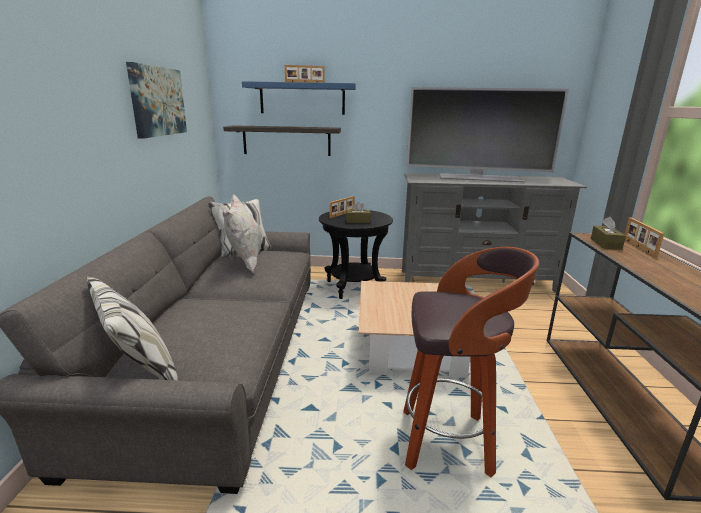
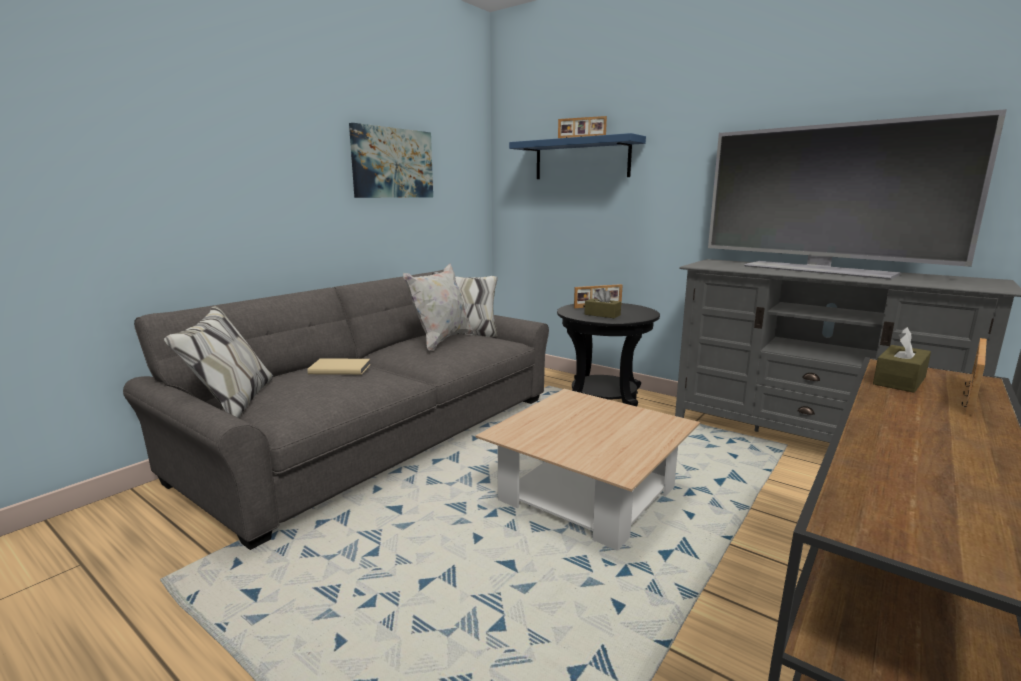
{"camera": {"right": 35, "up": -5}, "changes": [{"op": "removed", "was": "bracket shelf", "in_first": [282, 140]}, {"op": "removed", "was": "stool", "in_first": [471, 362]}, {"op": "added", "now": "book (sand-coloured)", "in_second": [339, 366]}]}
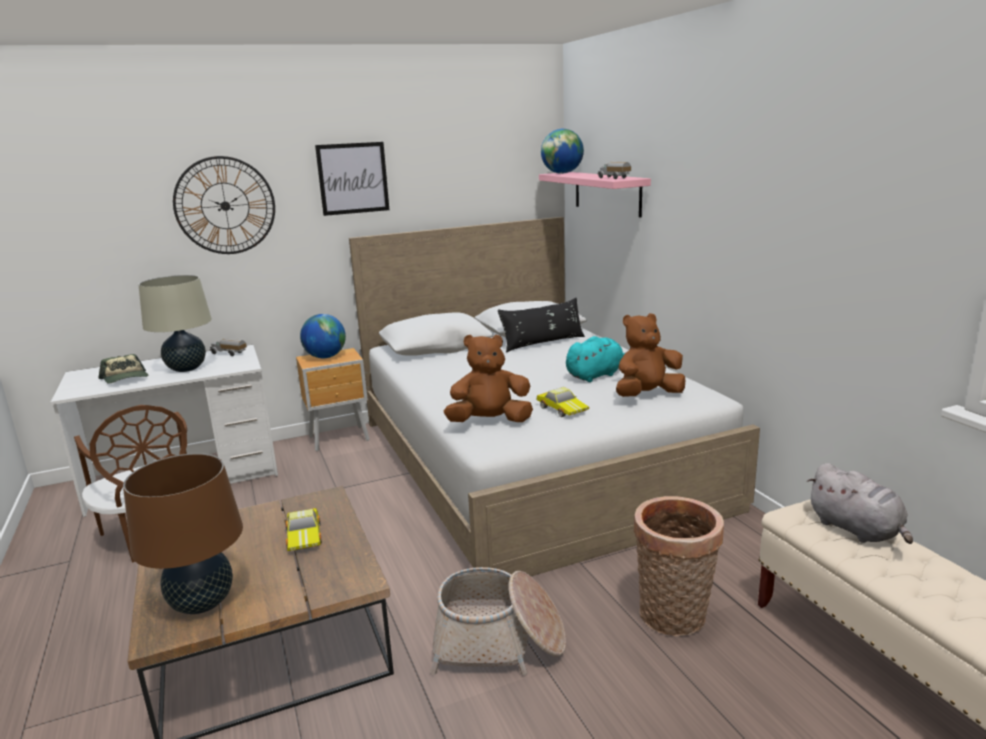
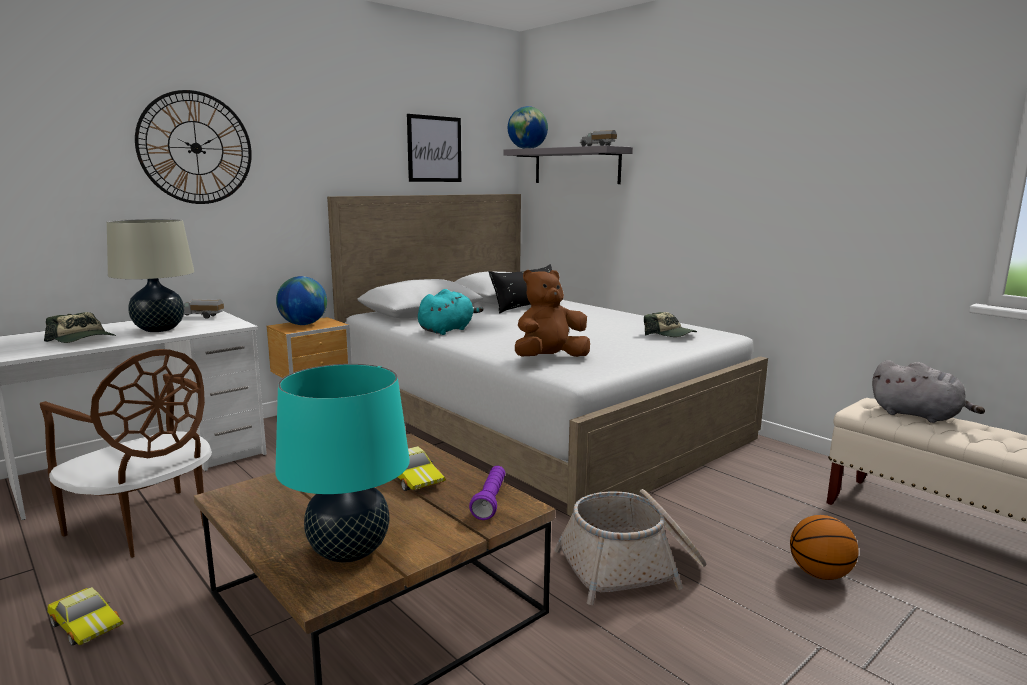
{"camera": {"right": -20, "up": -5}, "changes": [{"op": "moved", "was": "wall picture", "in_first": [352, 179], "in_second": [434, 148]}, {"op": "recoloured", "was": "bracket shelf (pink-coloured)", "now": "bracket shelf (grey)", "in_first": [595, 195], "in_second": [568, 165]}, {"op": "replaced", "was": "cuddly toy (brown)", "now": "baseball cap", "in_first": [650, 355], "in_second": [670, 324]}, {"op": "moved", "was": "cuddly toy (turquoise)", "in_first": [595, 359], "in_second": [450, 312]}, {"op": "moved", "was": "model car", "in_first": [562, 402], "in_second": [85, 616]}, {"op": "recoloured", "was": "table lamp (brown)", "now": "table lamp (turquoise)", "in_first": [183, 533], "in_second": [342, 463]}, {"op": "removed", "was": "basket", "in_first": [679, 566]}, {"op": "added", "now": "hand torch (purple)", "in_second": [487, 493]}, {"op": "added", "now": "basketball", "in_second": [824, 547]}]}
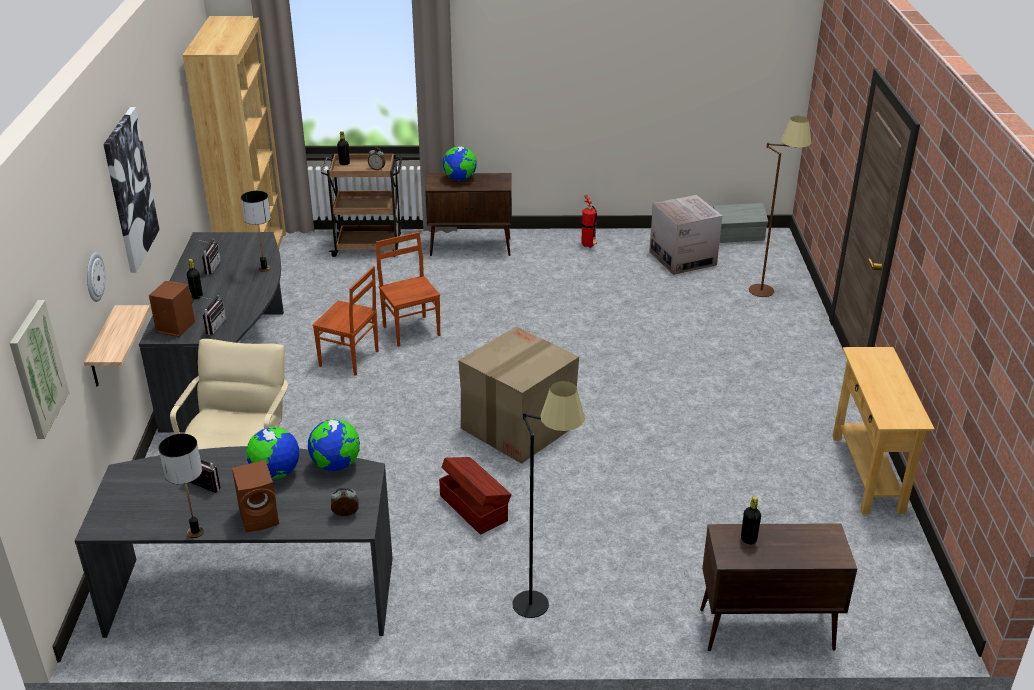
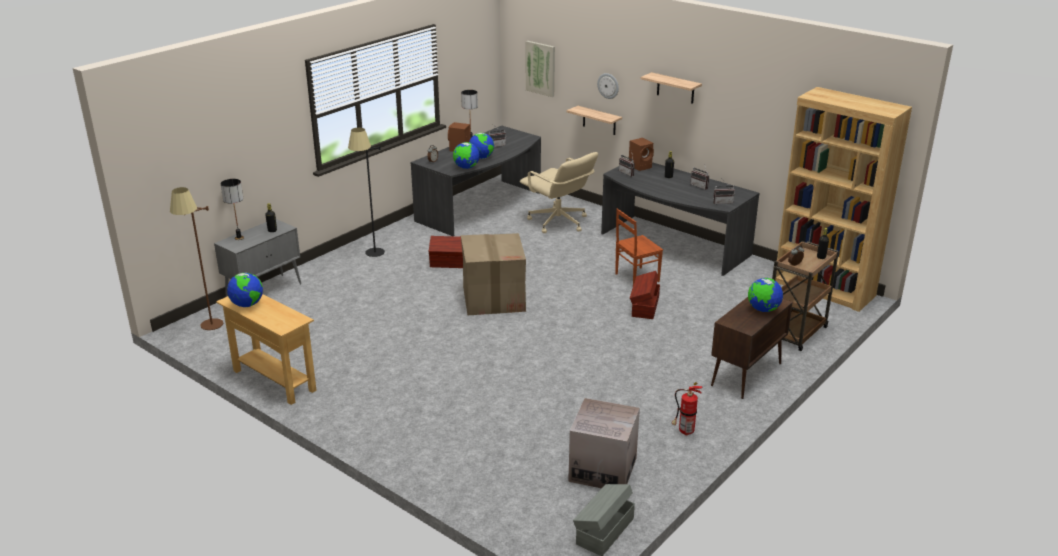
{"camera": {"right": 130, "up": -5}, "changes": [{"op": "replaced", "was": "wall picture", "now": "bracket shelf", "in_first": [131, 190], "in_second": [671, 88]}, {"op": "moved", "was": "floor lamp (brown)", "in_first": [780, 206], "in_second": [196, 258]}, {"op": "moved", "was": "table lamp", "in_first": [256, 231], "in_second": [232, 209]}, {"op": "replaced", "was": "chair (brown)", "now": "storage container (brown)", "in_first": [408, 289], "in_second": [645, 295]}, {"op": "recoloured", "was": "storage cabinet (brown)", "now": "storage cabinet (grey)", "in_first": [778, 587], "in_second": [257, 258]}, {"op": "added", "now": "radio set", "in_second": [724, 191]}, {"op": "added", "now": "desk globe", "in_second": [245, 290]}]}
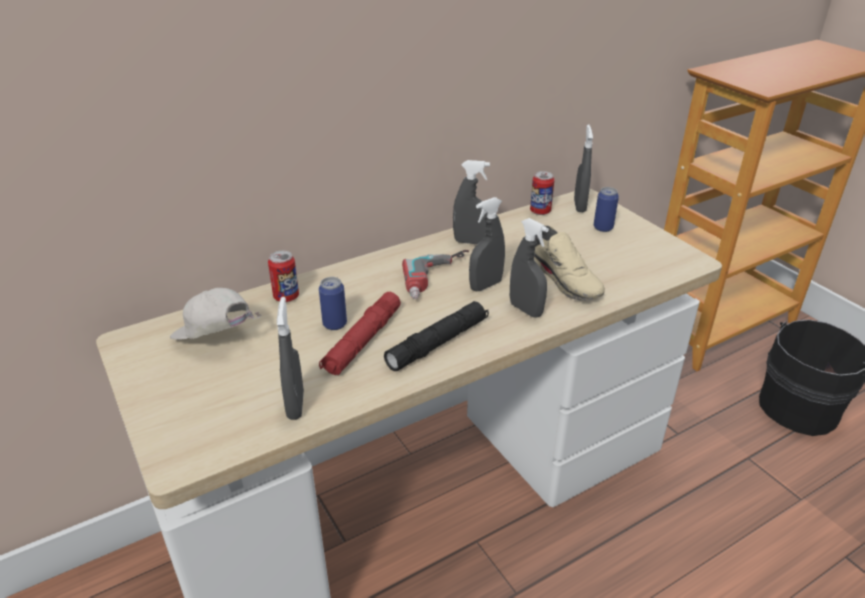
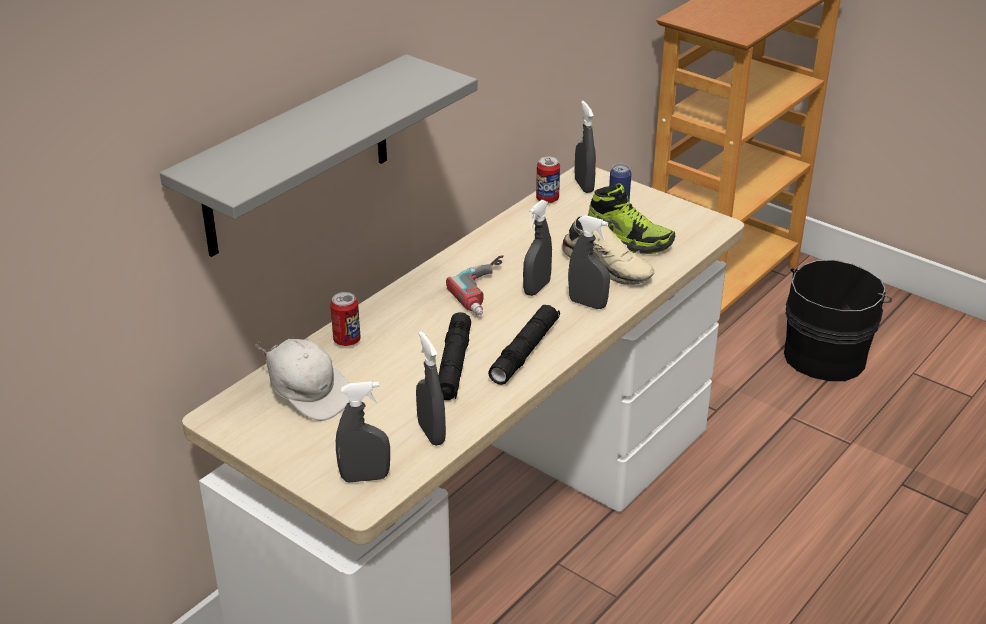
{"camera": {"right": -20, "up": 0}, "changes": [{"op": "moved", "was": "spray bottle (grey)", "in_first": [471, 202], "in_second": [363, 431]}, {"op": "removed", "was": "sealed can", "in_first": [333, 303]}, {"op": "turned", "was": "baseball cap (white-coloured)", "in_first": [215, 314], "in_second": [302, 380], "clockwise": -150}, {"op": "recoloured", "was": "hand torch (red)", "now": "hand torch (black-coloured)", "in_first": [360, 333], "in_second": [454, 356]}, {"op": "added", "now": "bracket shelf (grey)", "in_second": [318, 155]}, {"op": "added", "now": "shoe", "in_second": [631, 218]}]}
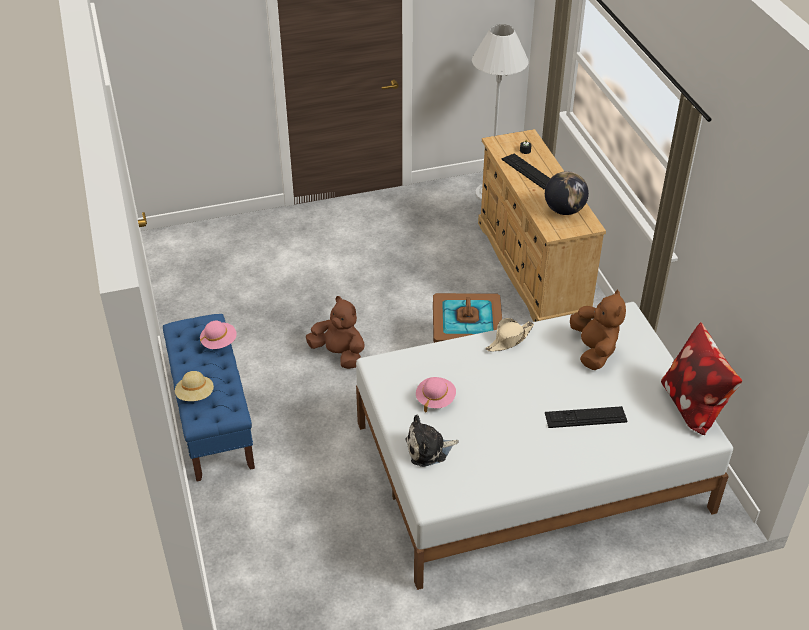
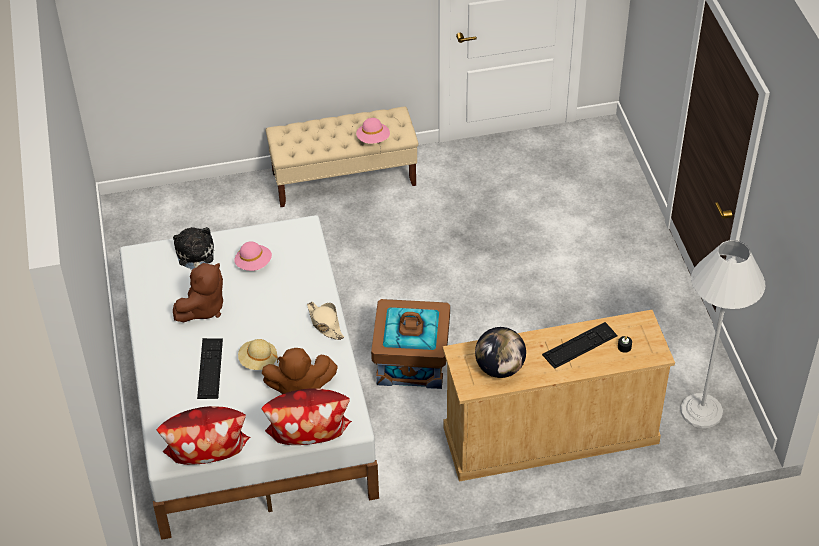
{"camera": {"right": 95, "up": 5}, "changes": [{"op": "moved", "was": "cuddly toy (brown)", "in_first": [335, 332], "in_second": [198, 292]}, {"op": "recoloured", "was": "long seat (blue-coloured)", "now": "long seat (sand-coloured)", "in_first": [209, 398], "in_second": [342, 156]}, {"op": "moved", "was": "wearable hat (sand-coloured)", "in_first": [194, 386], "in_second": [258, 354]}, {"op": "added", "now": "cushion", "in_second": [306, 416]}]}
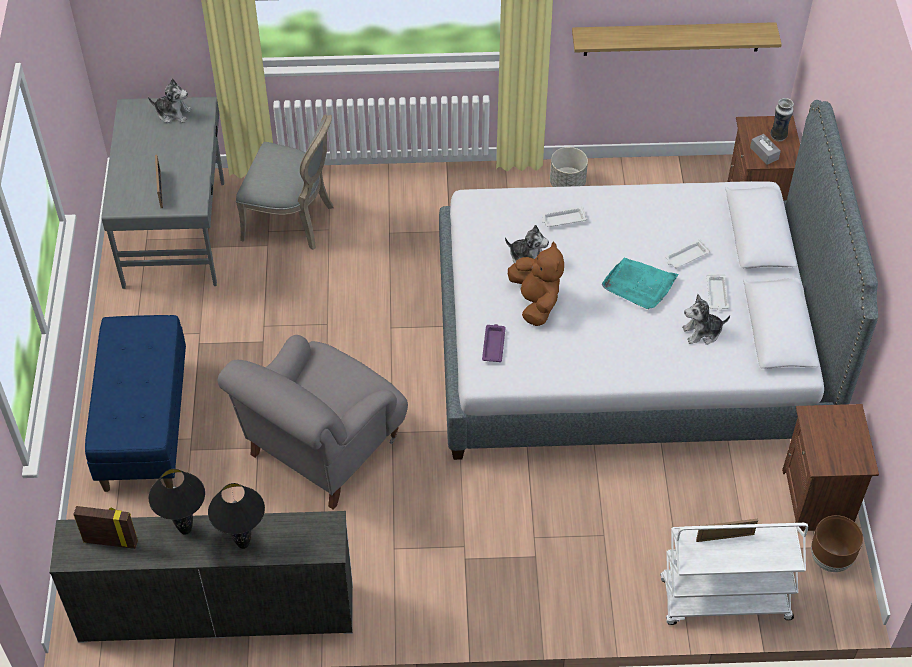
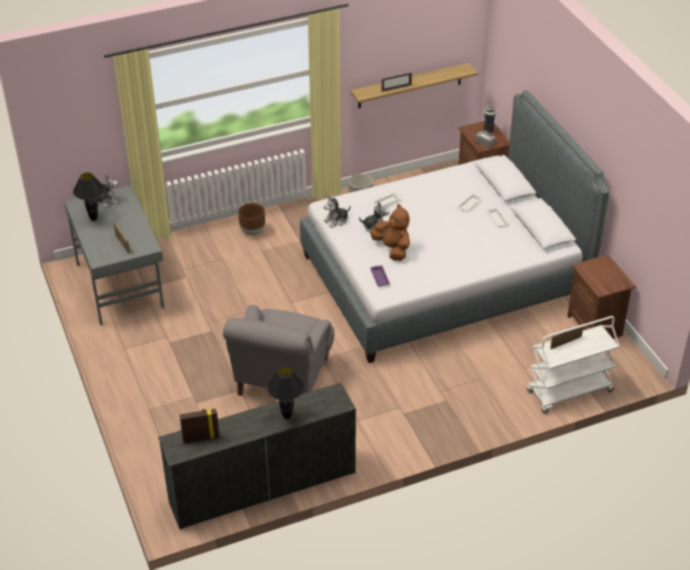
{"camera": {"right": -20, "up": -10}, "changes": [{"op": "removed", "was": "chair (grey)", "in_first": [285, 182]}, {"op": "removed", "was": "carrying tray (turquoise)", "in_first": [640, 283]}, {"op": "moved", "was": "cuddly toy", "in_first": [706, 319], "in_second": [337, 211]}, {"op": "removed", "was": "long seat (blue-coloured)", "in_first": [135, 403]}, {"op": "moved", "was": "table lamp (black-coloured)", "in_first": [177, 502], "in_second": [89, 196]}, {"op": "moved", "was": "flower pot (brown)", "in_first": [837, 543], "in_second": [251, 219]}, {"op": "added", "now": "picture frame", "in_second": [396, 82]}]}
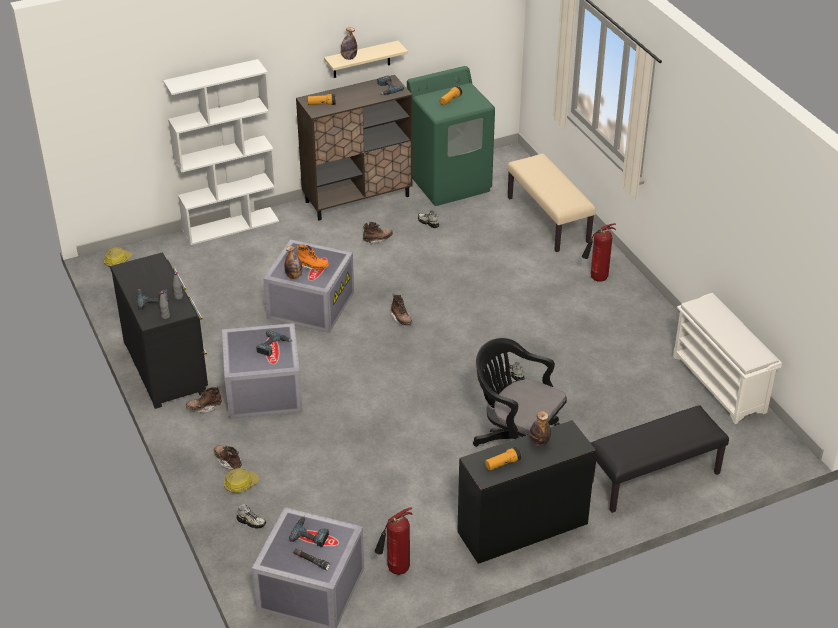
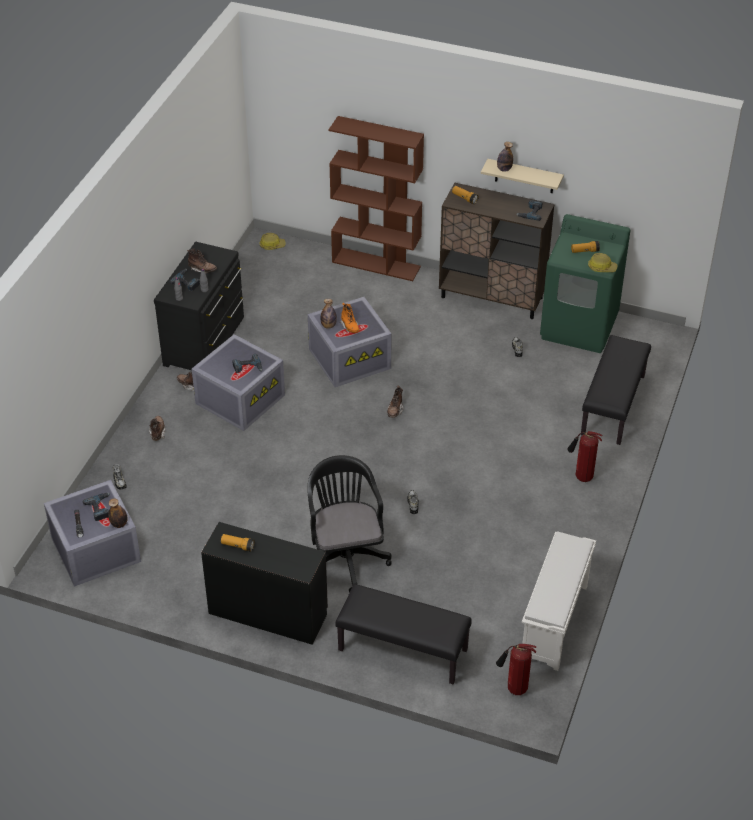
{"camera": {"right": 45, "up": 5}, "changes": [{"op": "recoloured", "was": "shelving unit (white-coloured)", "now": "shelving unit (brown)", "in_first": [221, 152], "in_second": [376, 198]}, {"op": "recoloured", "was": "long seat (sand-coloured)", "now": "long seat (black-coloured)", "in_first": [551, 202], "in_second": [616, 390]}, {"op": "moved", "was": "high-top boot (brown)", "in_first": [378, 233], "in_second": [202, 261]}, {"op": "moved", "was": "bottle", "in_first": [540, 428], "in_second": [117, 513]}, {"op": "moved", "was": "work helmet", "in_first": [241, 480], "in_second": [602, 262]}, {"op": "moved", "was": "fire-fighting cylinder", "in_first": [393, 541], "in_second": [516, 669]}]}
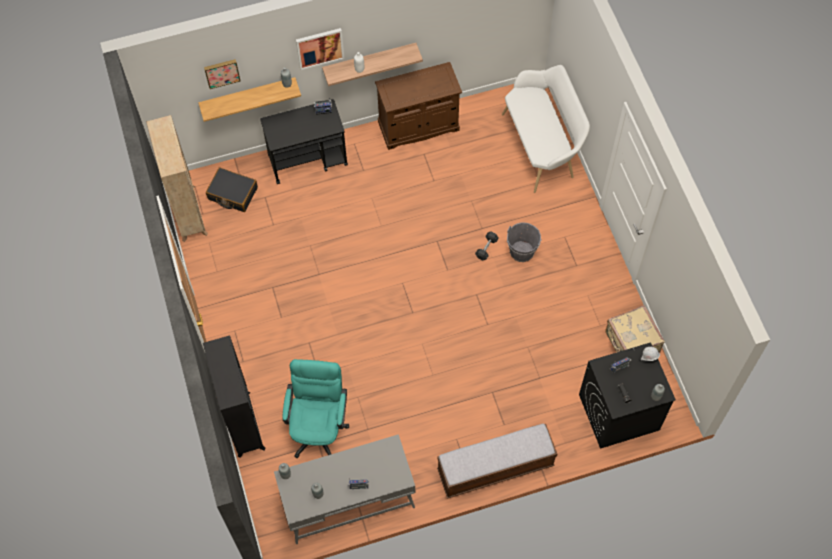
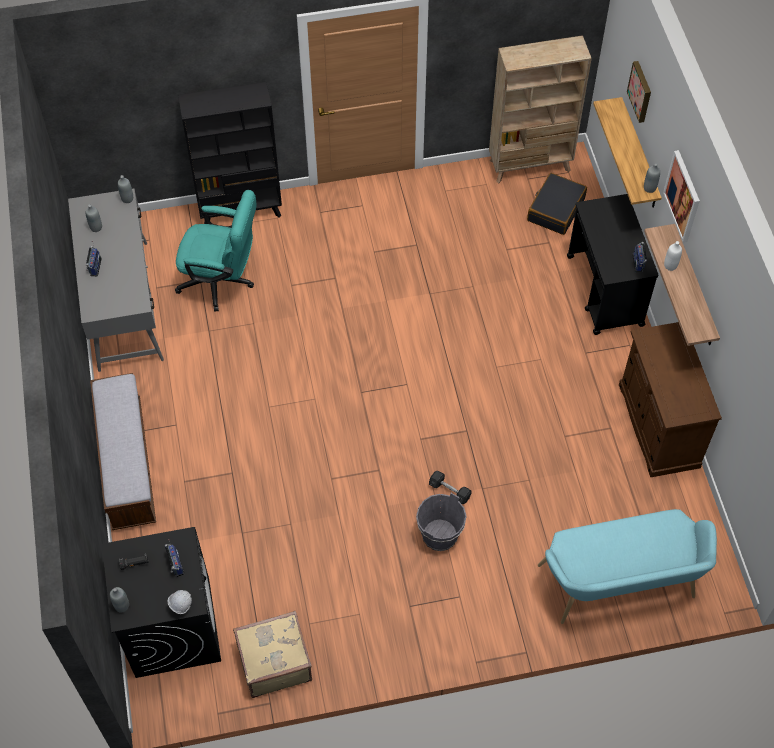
{"camera": {"right": 95, "up": -5}, "changes": [{"op": "recoloured", "was": "long seat (white-coloured)", "now": "long seat (turquoise)", "in_first": [546, 129], "in_second": [627, 566]}]}
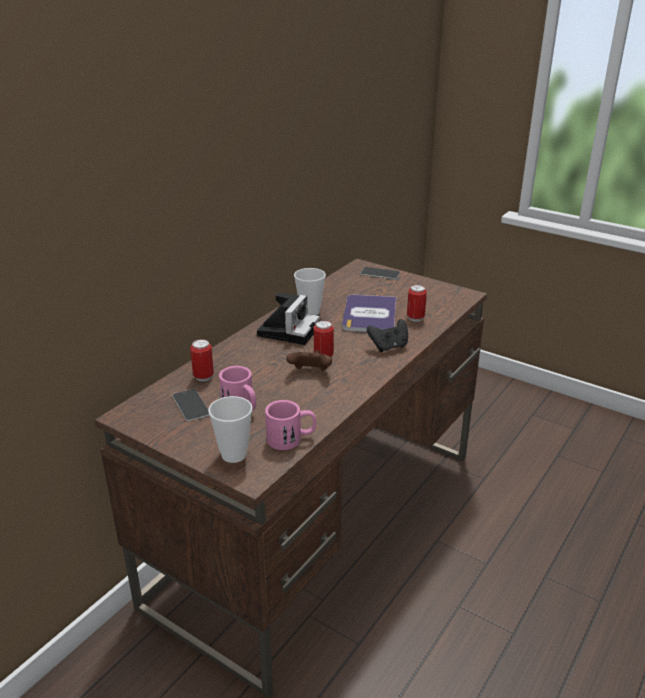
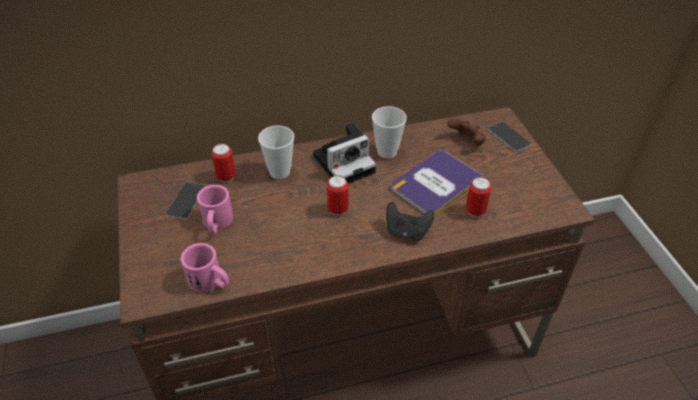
{"camera": {"right": 40, "up": 15}, "changes": [{"op": "moved", "was": "joypad (brown)", "in_first": [309, 360], "in_second": [466, 132]}, {"op": "moved", "was": "small cup", "in_first": [230, 429], "in_second": [276, 152]}]}
